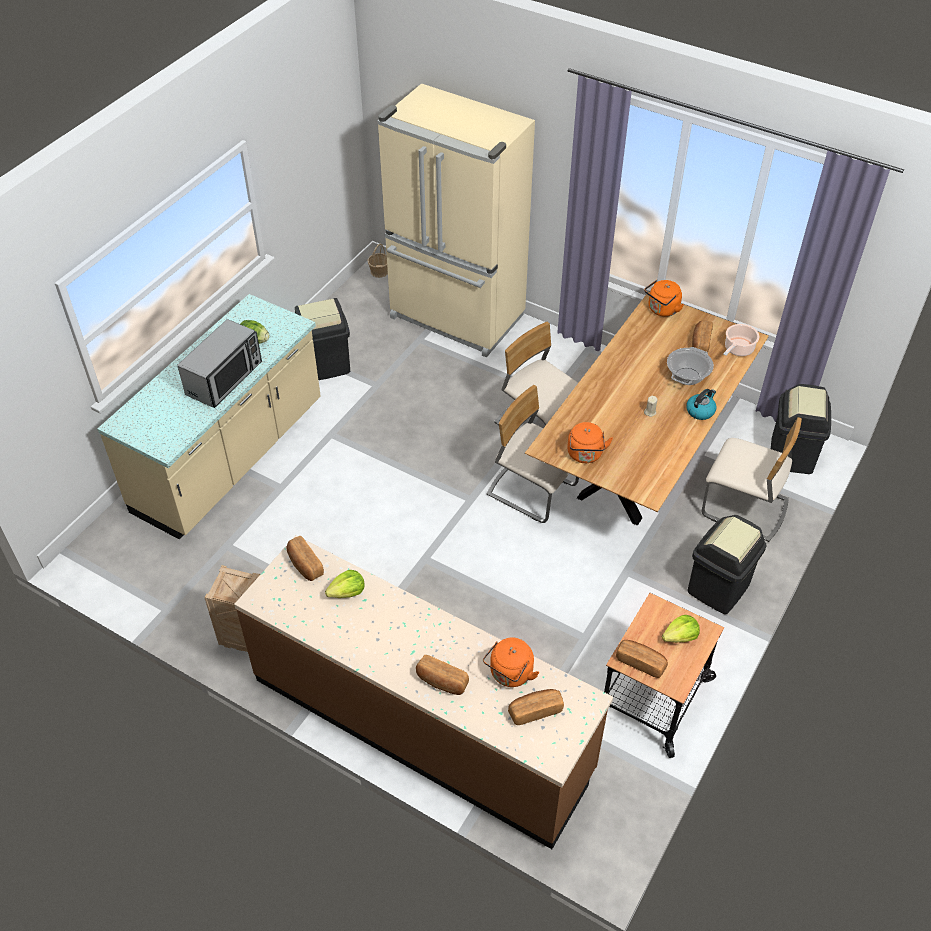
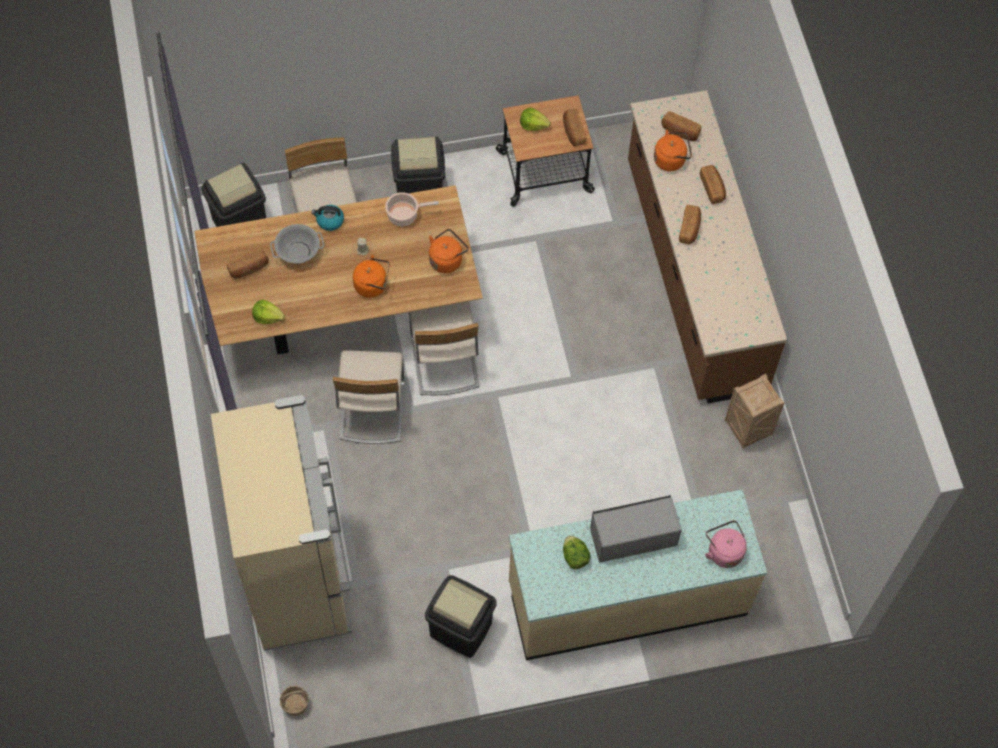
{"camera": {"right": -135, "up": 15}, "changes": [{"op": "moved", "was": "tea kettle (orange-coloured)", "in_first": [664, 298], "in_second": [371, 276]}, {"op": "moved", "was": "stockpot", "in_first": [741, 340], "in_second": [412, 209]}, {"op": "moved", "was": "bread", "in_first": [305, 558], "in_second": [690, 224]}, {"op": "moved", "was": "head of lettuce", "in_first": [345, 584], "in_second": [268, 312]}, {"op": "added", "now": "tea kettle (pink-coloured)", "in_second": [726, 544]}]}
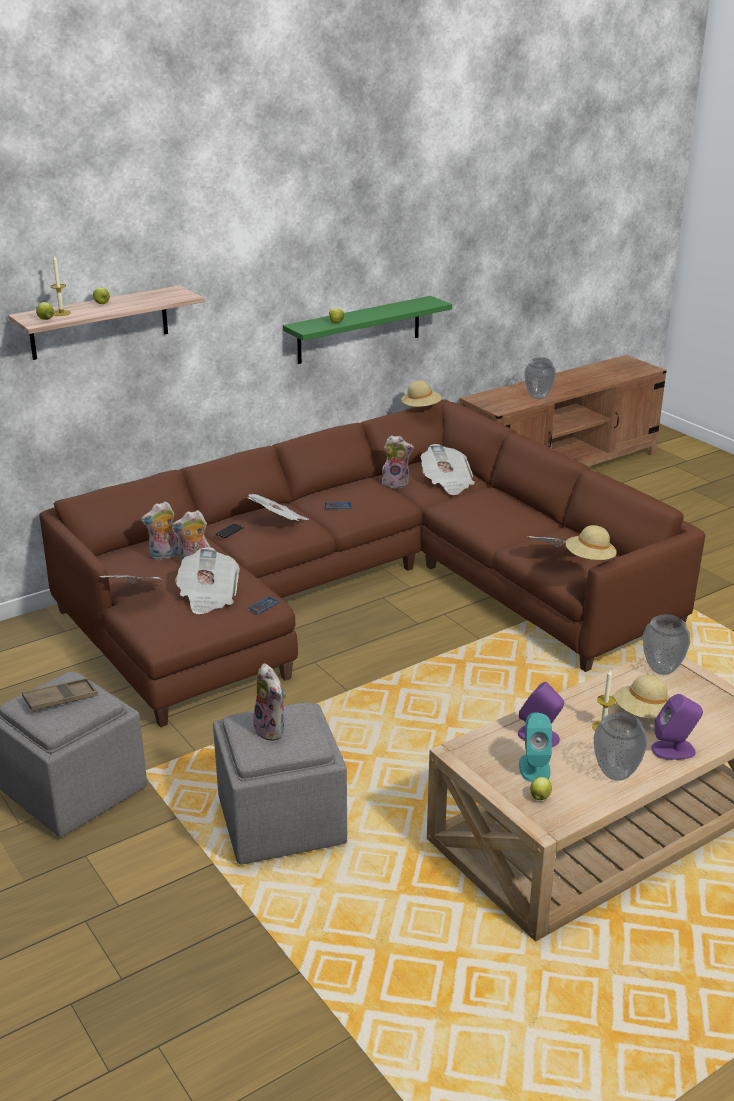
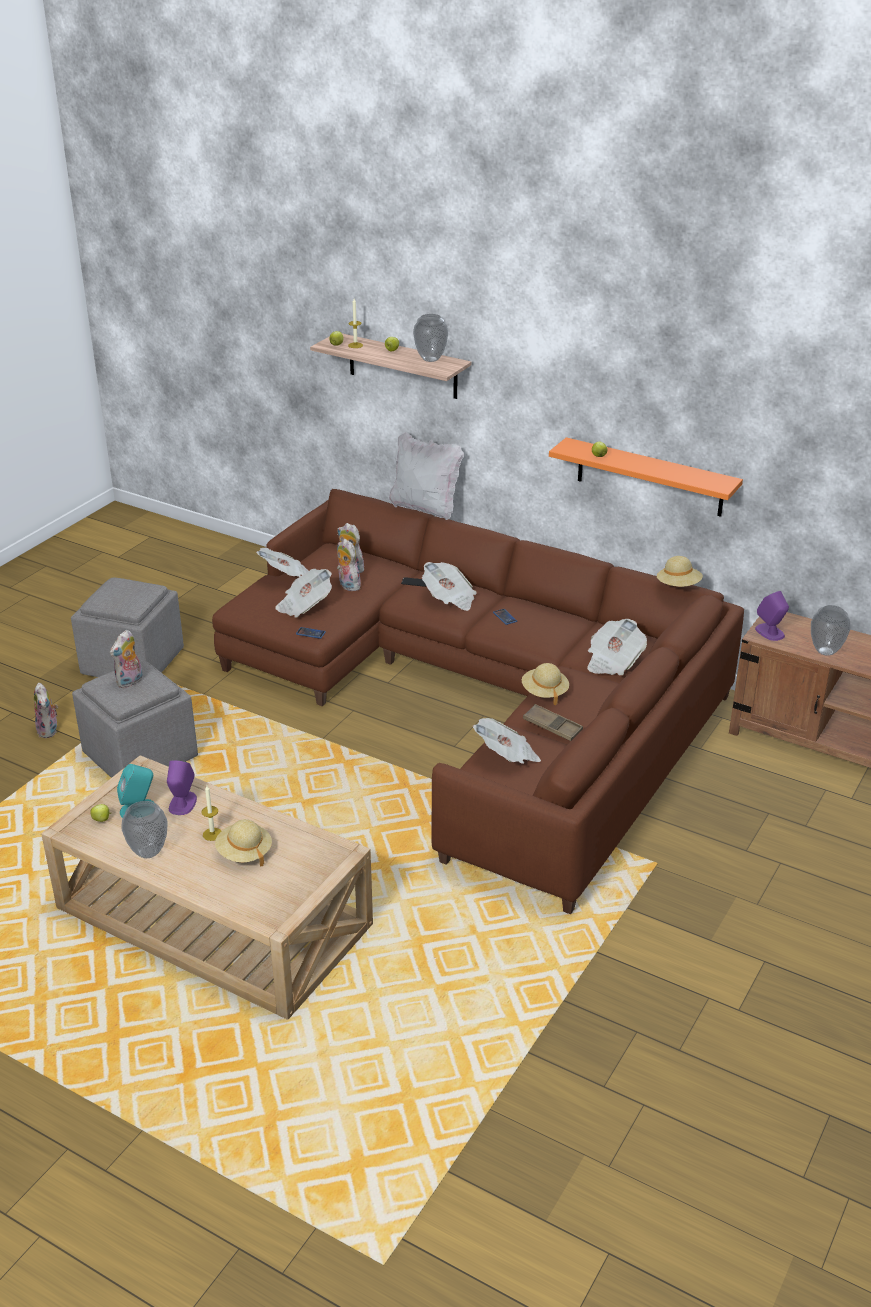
{"camera": {"right": 65, "up": 5}, "changes": [{"op": "recoloured", "was": "bracket shelf (greenish)", "now": "bracket shelf (orange-coloured)", "in_first": [367, 330], "in_second": [646, 477]}, {"op": "moved", "was": "cuddly toy", "in_first": [398, 461], "in_second": [46, 710]}, {"op": "moved", "was": "wearable hat (sand-coloured)", "in_first": [591, 542], "in_second": [545, 684]}, {"op": "moved", "was": "vase", "in_first": [666, 644], "in_second": [430, 338]}, {"op": "moved", "was": "carrying tray (brown)", "in_first": [60, 694], "in_second": [553, 722]}, {"op": "moved", "was": "speaker (purple)", "in_first": [677, 727], "in_second": [772, 616]}, {"op": "added", "now": "cushion (white-coloured)", "in_second": [426, 476]}]}
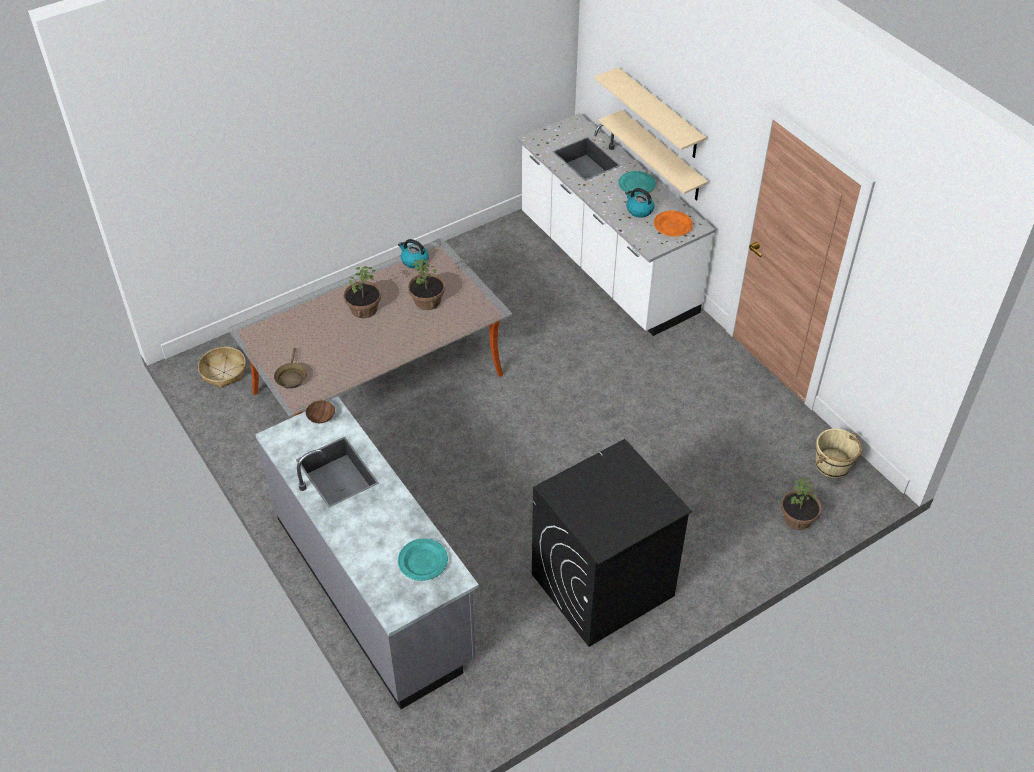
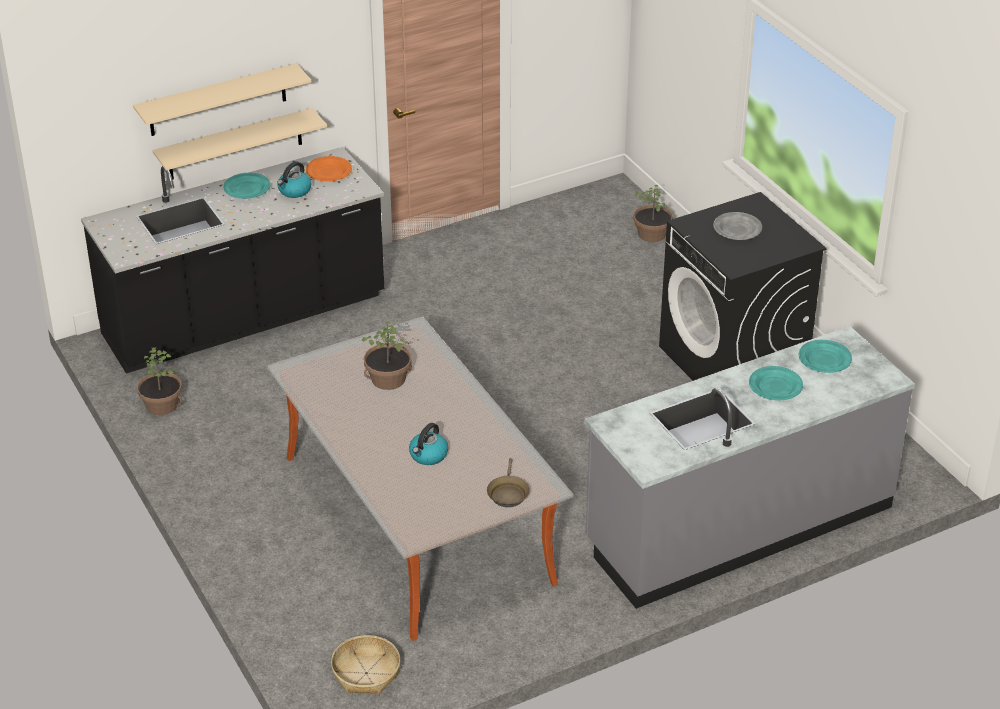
{"camera": {"right": -85, "up": -10}, "changes": [{"op": "recoloured", "was": "counter (white-coloured)", "now": "counter (black-coloured)", "in_first": [616, 224], "in_second": [232, 260]}, {"op": "moved", "was": "tea kettle", "in_first": [413, 253], "in_second": [428, 444]}, {"op": "moved", "was": "potted plant", "in_first": [362, 292], "in_second": [159, 381]}, {"op": "turned", "was": "frying pan (brown)", "in_first": [290, 368], "in_second": [508, 482], "clockwise": 90}, {"op": "removed", "was": "bowl (brown)", "in_first": [320, 411]}, {"op": "removed", "was": "bucket (sand-coloured)", "in_first": [838, 453]}, {"op": "added", "now": "dinner plate (grey)", "in_second": [737, 226]}, {"op": "added", "now": "dinner plate (turquoise)", "in_second": [776, 383]}]}
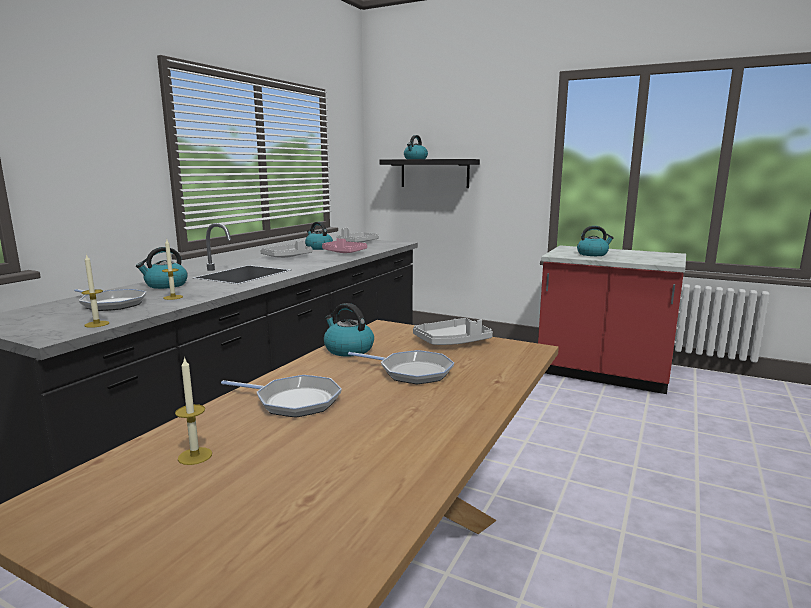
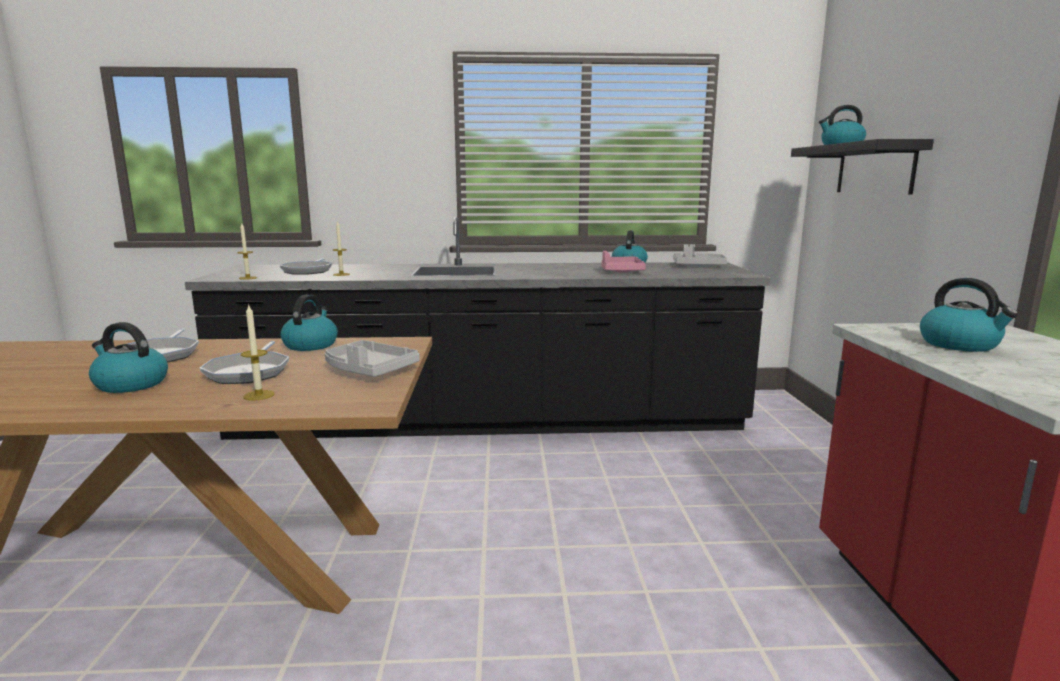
{"camera": {"right": 60, "up": 0}, "changes": [{"op": "removed", "was": "carrying tray (grey)", "in_first": [286, 249]}, {"op": "moved", "was": "tea kettle", "in_first": [162, 268], "in_second": [128, 357]}, {"op": "moved", "was": "wax candle", "in_first": [193, 411], "in_second": [257, 352]}]}
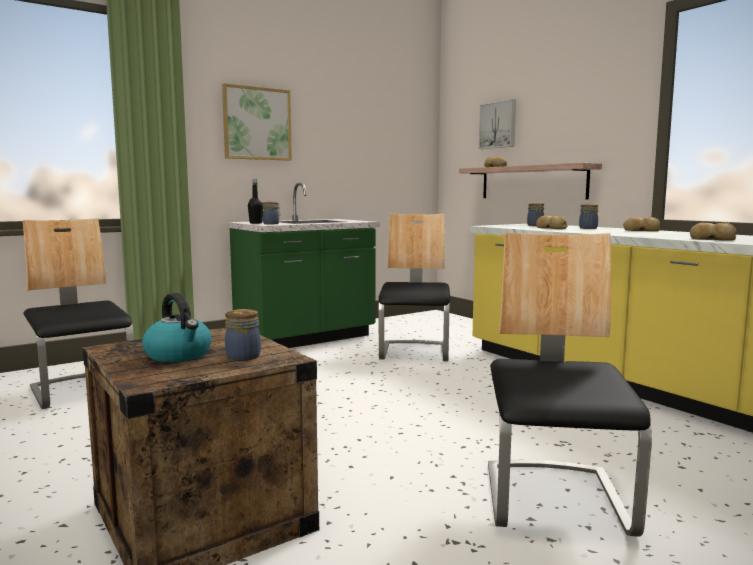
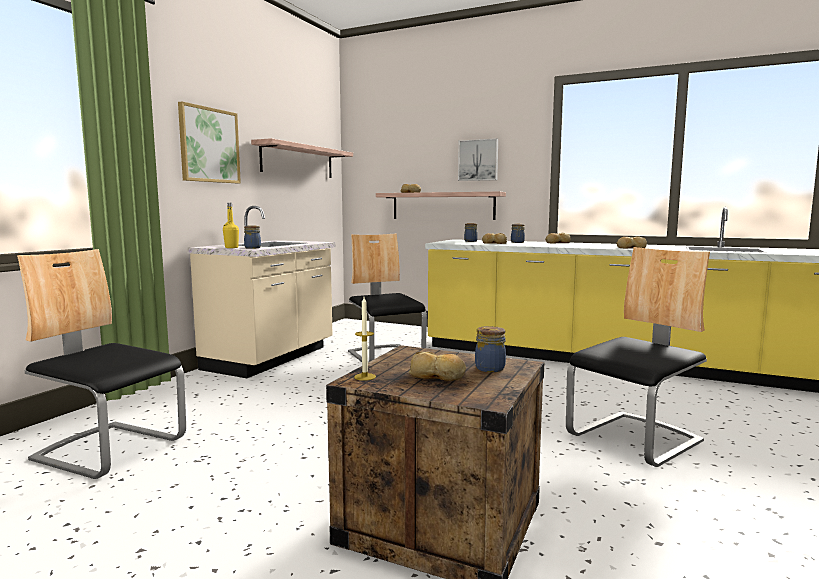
{"camera": {"right": -30, "up": 0}, "changes": [{"op": "moved", "was": "wall picture", "in_first": [497, 124], "in_second": [478, 159]}, {"op": "recoloured", "was": "bottle (black-coloured)", "now": "bottle (yellow-coloured)", "in_first": [255, 201], "in_second": [231, 225]}, {"op": "recoloured", "was": "counter (greenish)", "now": "counter (sand-coloured)", "in_first": [304, 265], "in_second": [262, 292]}, {"op": "turned", "was": "chair", "in_first": [570, 384], "in_second": [638, 357], "clockwise": 75}, {"op": "replaced", "was": "tea kettle", "now": "bread", "in_first": [177, 327], "in_second": [437, 366]}, {"op": "added", "now": "bracket shelf", "in_second": [302, 158]}, {"op": "added", "now": "wax candle", "in_second": [365, 339]}]}
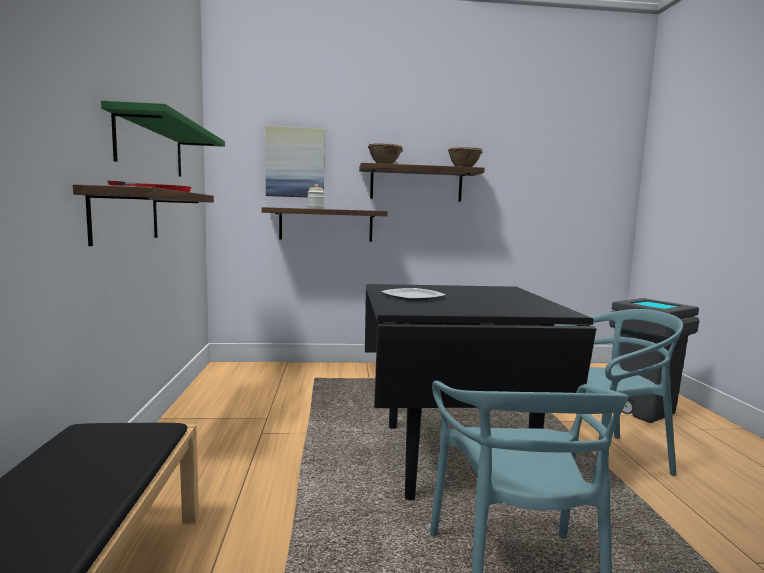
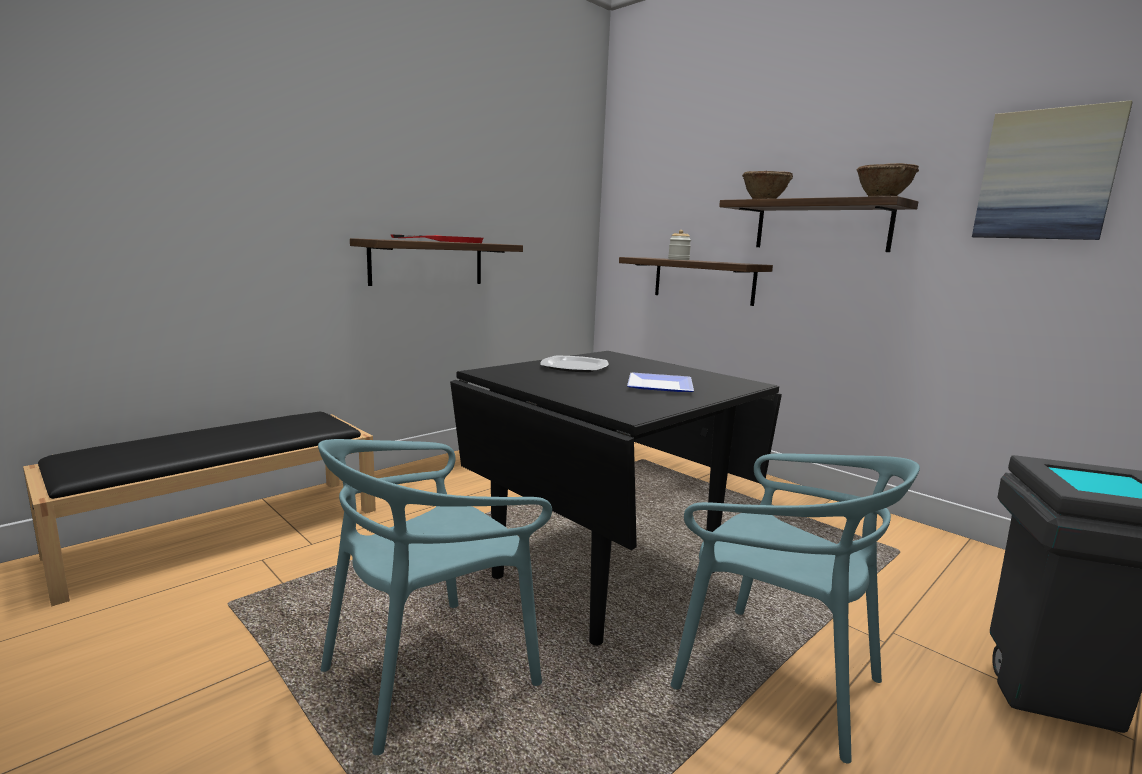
{"camera": {"right": 50, "up": 5}, "changes": [{"op": "removed", "was": "bracket shelf (greenish)", "in_first": [163, 138]}, {"op": "moved", "was": "wall picture", "in_first": [295, 161], "in_second": [1052, 170]}, {"op": "added", "now": "dinner plate", "in_second": [660, 382]}]}
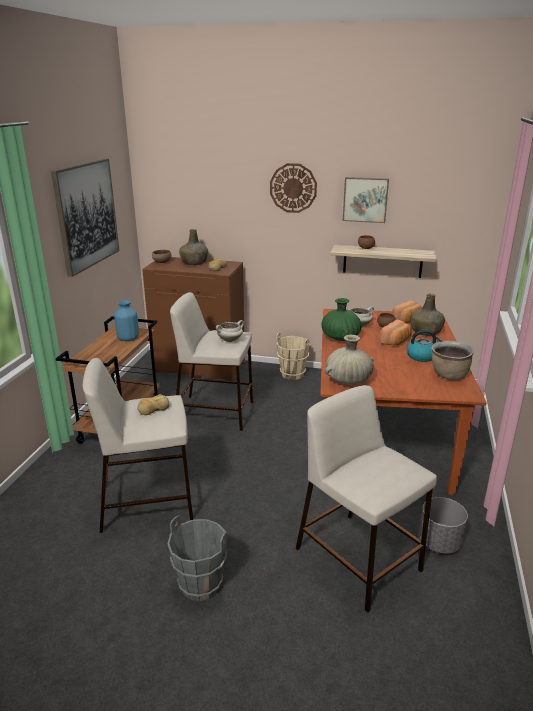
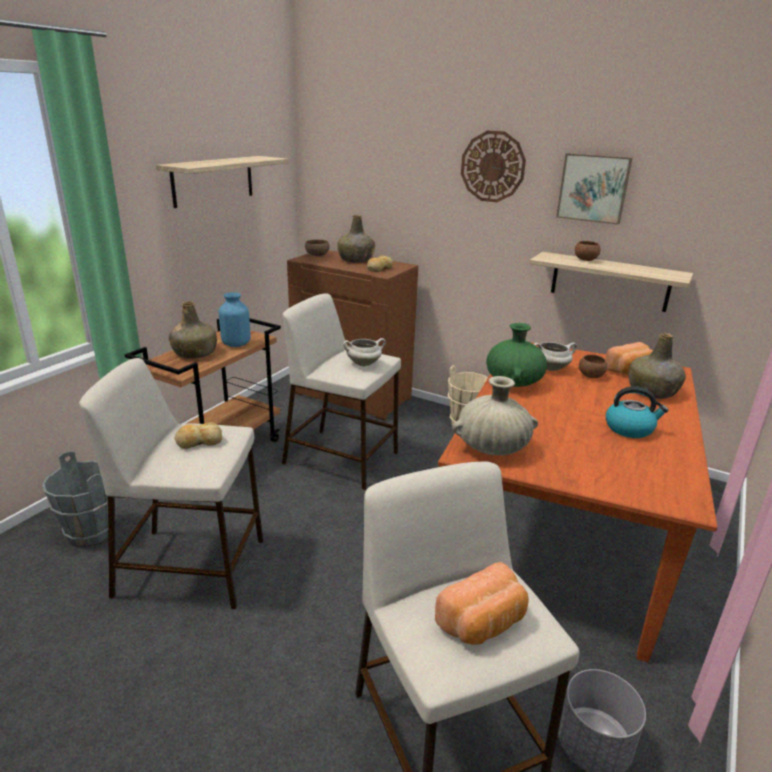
{"camera": {"right": 15, "up": 0}, "changes": [{"op": "replaced", "was": "wall picture", "now": "bracket shelf", "in_first": [85, 218], "in_second": [222, 182]}, {"op": "moved", "was": "bread", "in_first": [396, 332], "in_second": [482, 603]}, {"op": "removed", "was": "stockpot (brown)", "in_first": [453, 360]}, {"op": "moved", "was": "bucket (grey)", "in_first": [197, 558], "in_second": [75, 498]}, {"op": "added", "now": "bottle (greenish)", "in_second": [193, 330]}]}
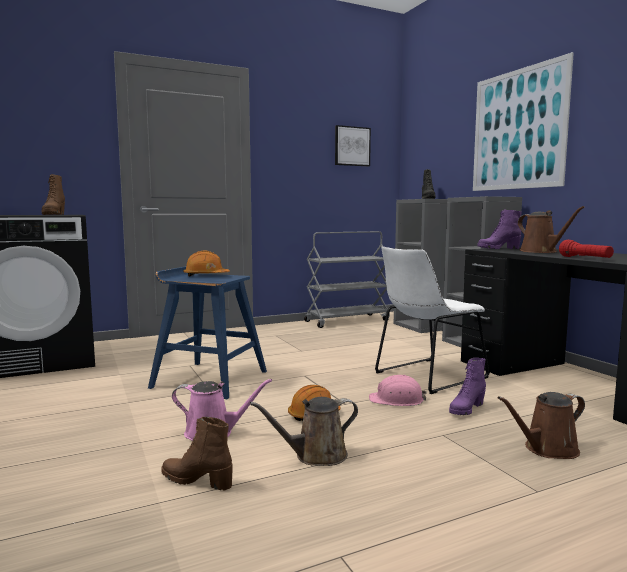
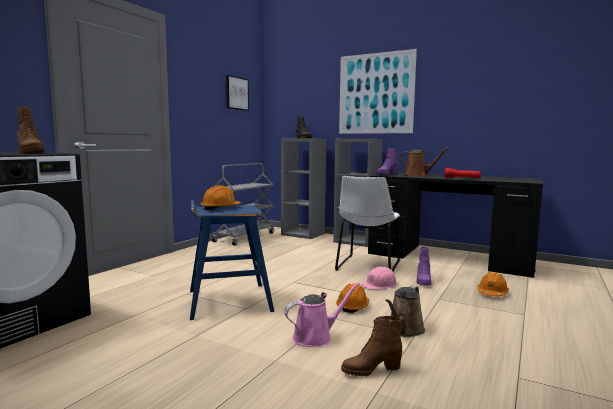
{"camera": {"right": -35, "up": 0}, "changes": [{"op": "replaced", "was": "sprinkling can (brown)", "now": "work helmet (orange-coloured)", "in_first": [541, 425], "in_second": [493, 284]}]}
